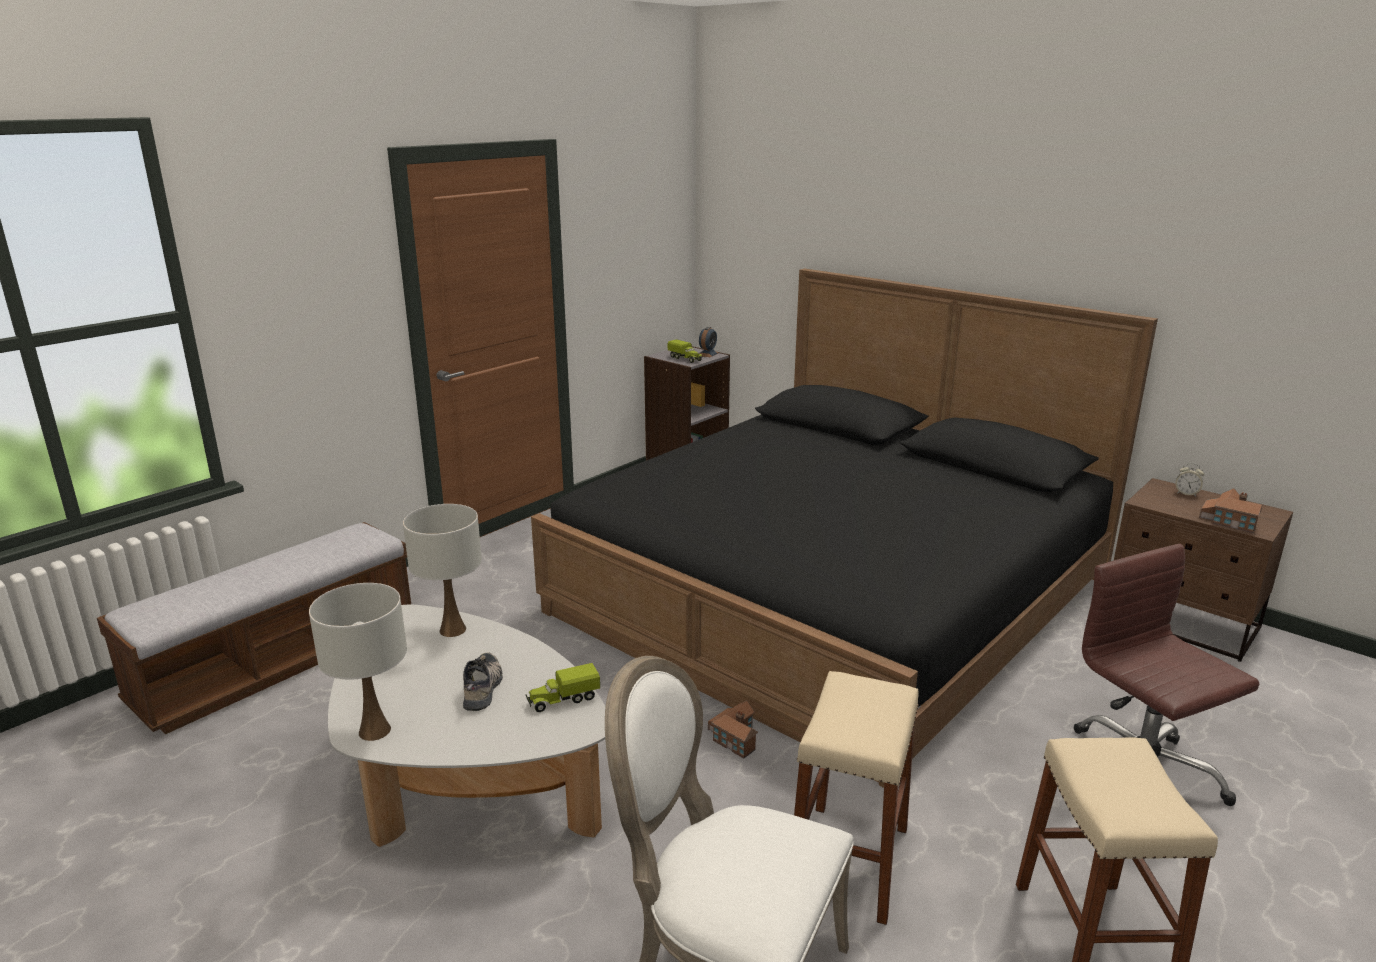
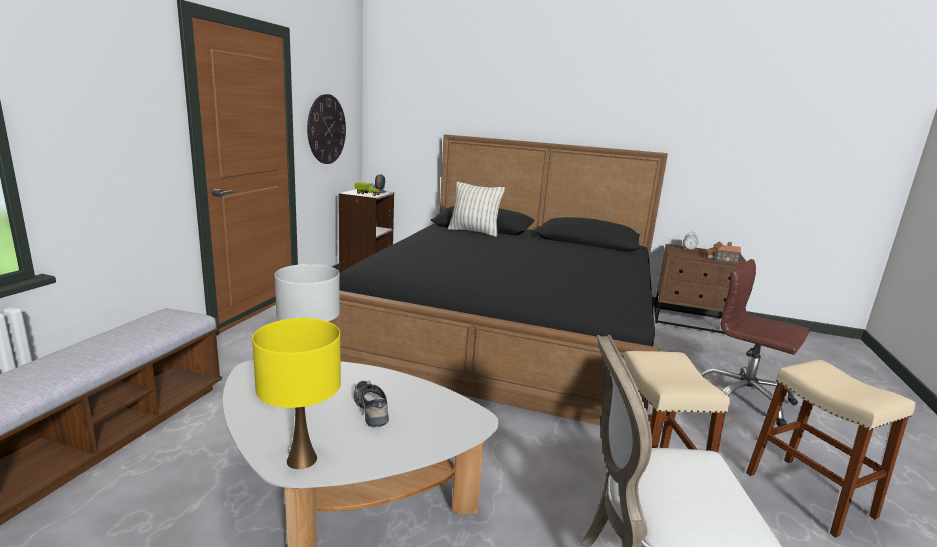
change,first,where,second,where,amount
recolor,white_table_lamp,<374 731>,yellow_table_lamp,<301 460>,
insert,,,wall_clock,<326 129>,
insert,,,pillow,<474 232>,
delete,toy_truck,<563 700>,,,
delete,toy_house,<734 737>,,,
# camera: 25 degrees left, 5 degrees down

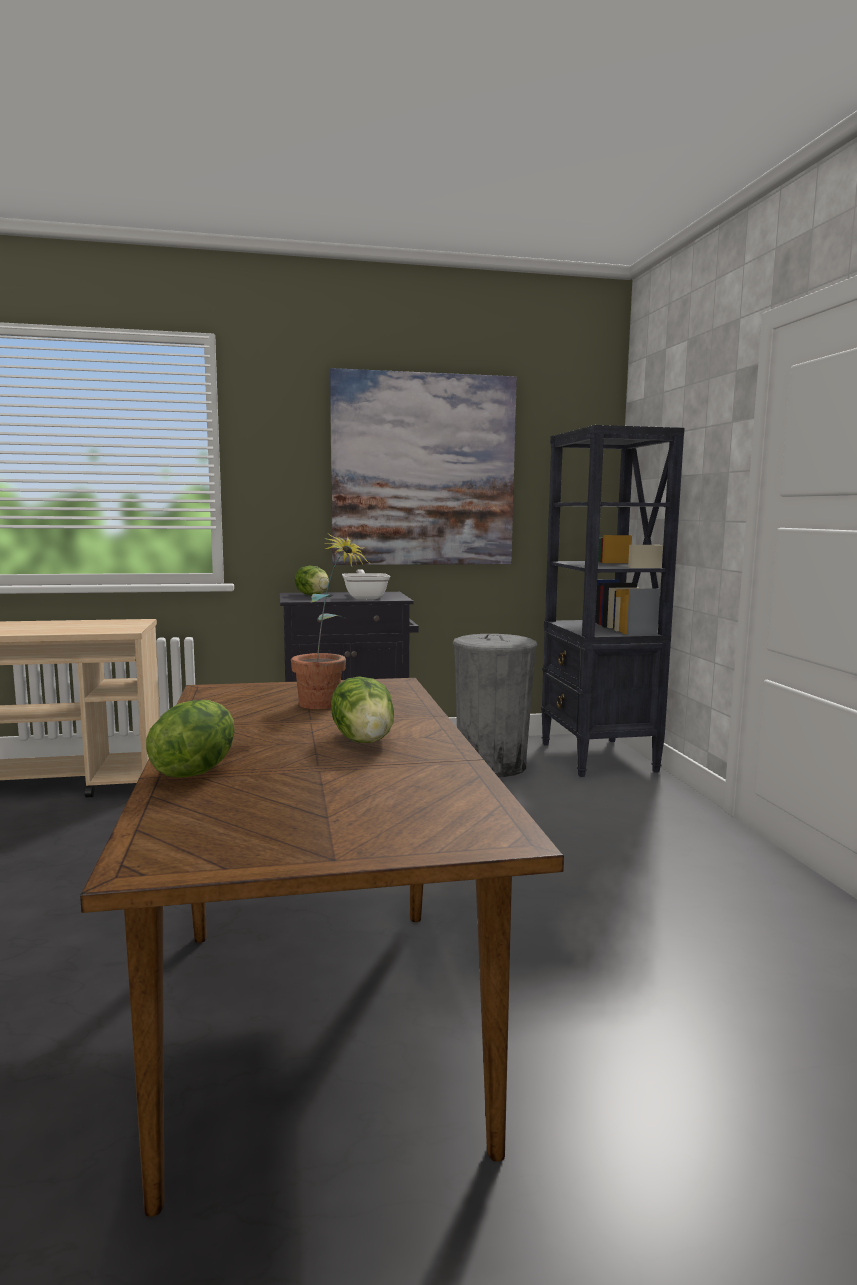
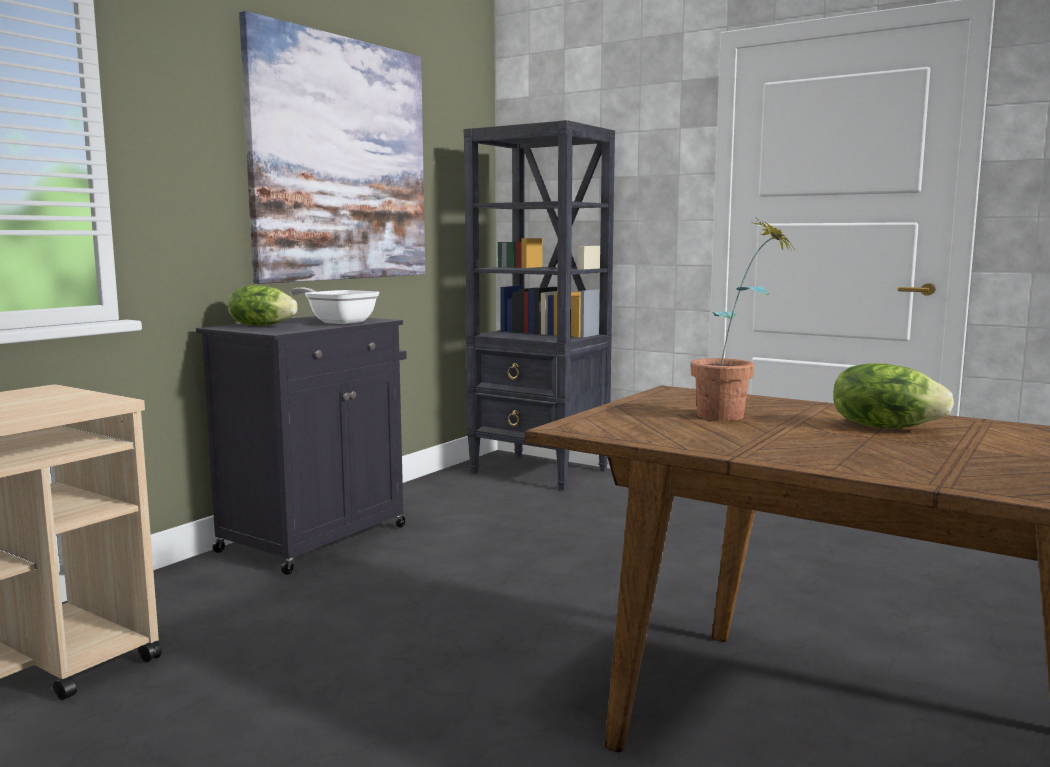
change,first,where,second,where,amount
delete,lettuce,<195 769>,,,
delete,grey_trash_can,<491 765>,,,
# camera: 45 degrees left, 0 degrees up

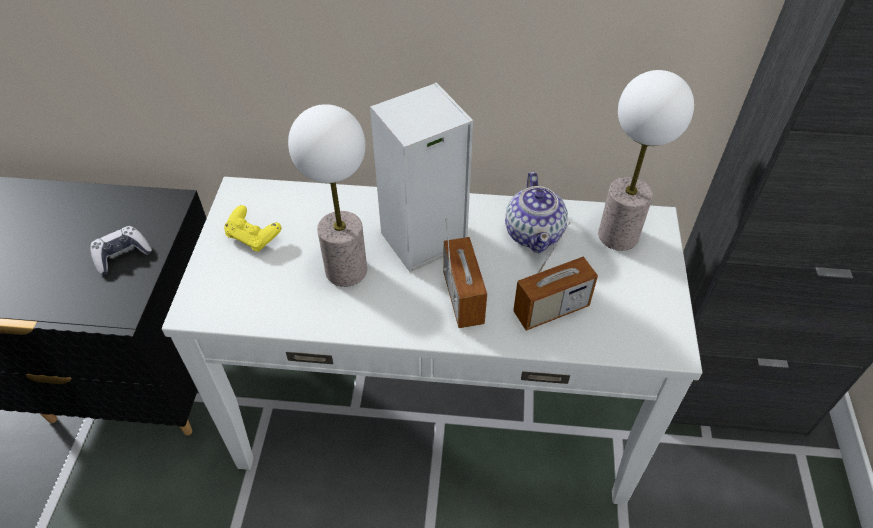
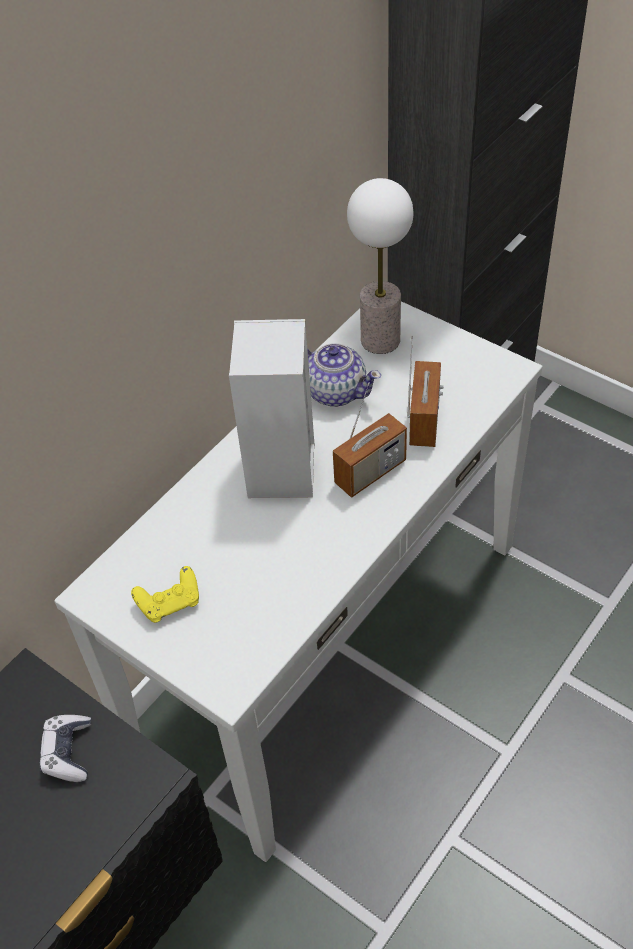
change,first,where,second,where,amount
rotate,radio,<463 298>,,<370 472>,120 degrees clockwise
delete,table_lamp,<345 270>,,,
# camera: 55 degrees left, 0 degrees up

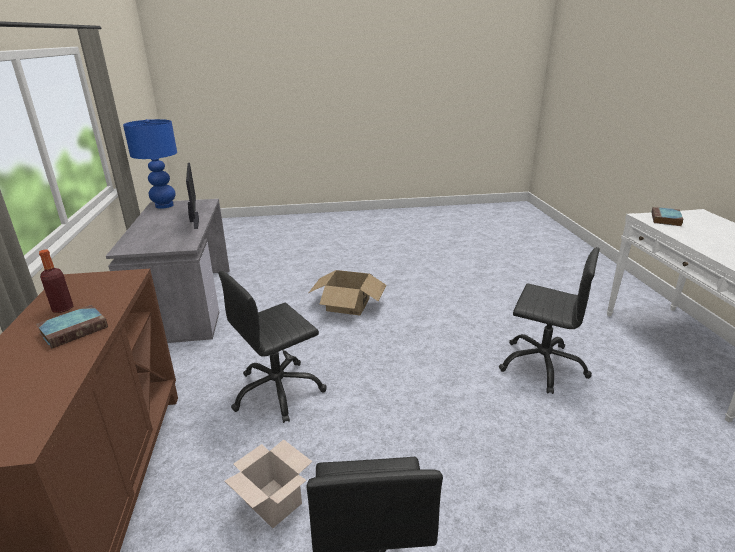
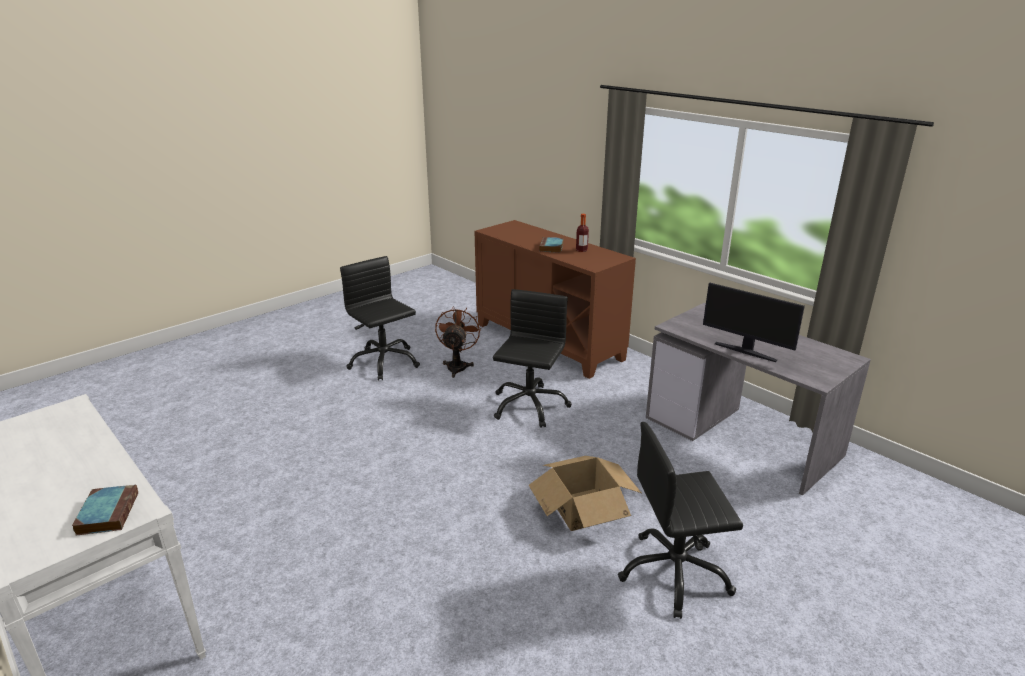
change,first,where,second,where,amount
replace,cardboard_box,<275 503>,brown_fan,<457 366>,
move,black_office_chair,<542 365>,,<675 574>,
delete,blue_table_lamp,<164 205>,,,
# camera: 145 degrees right, 0 degrees up

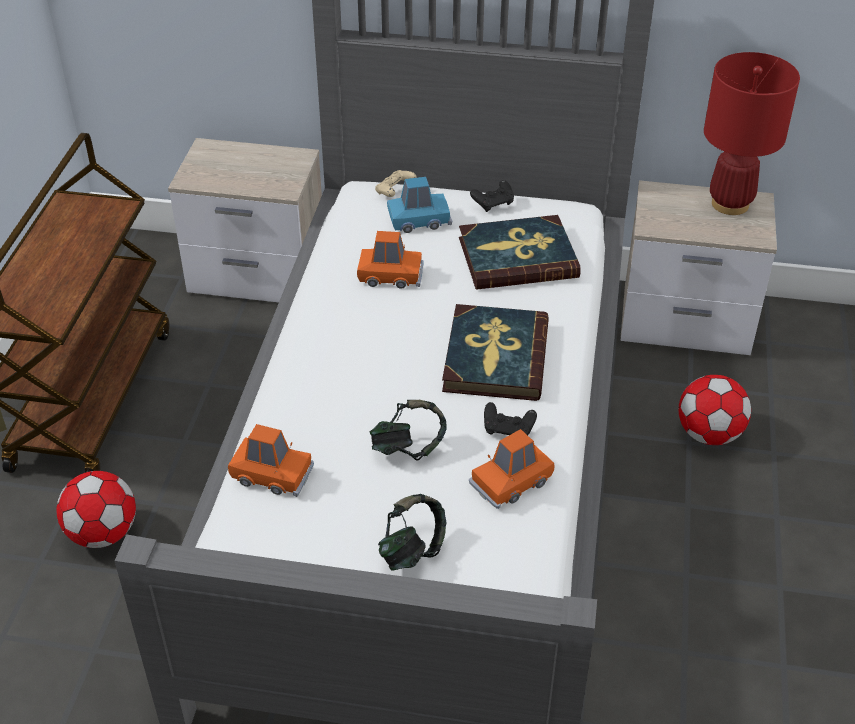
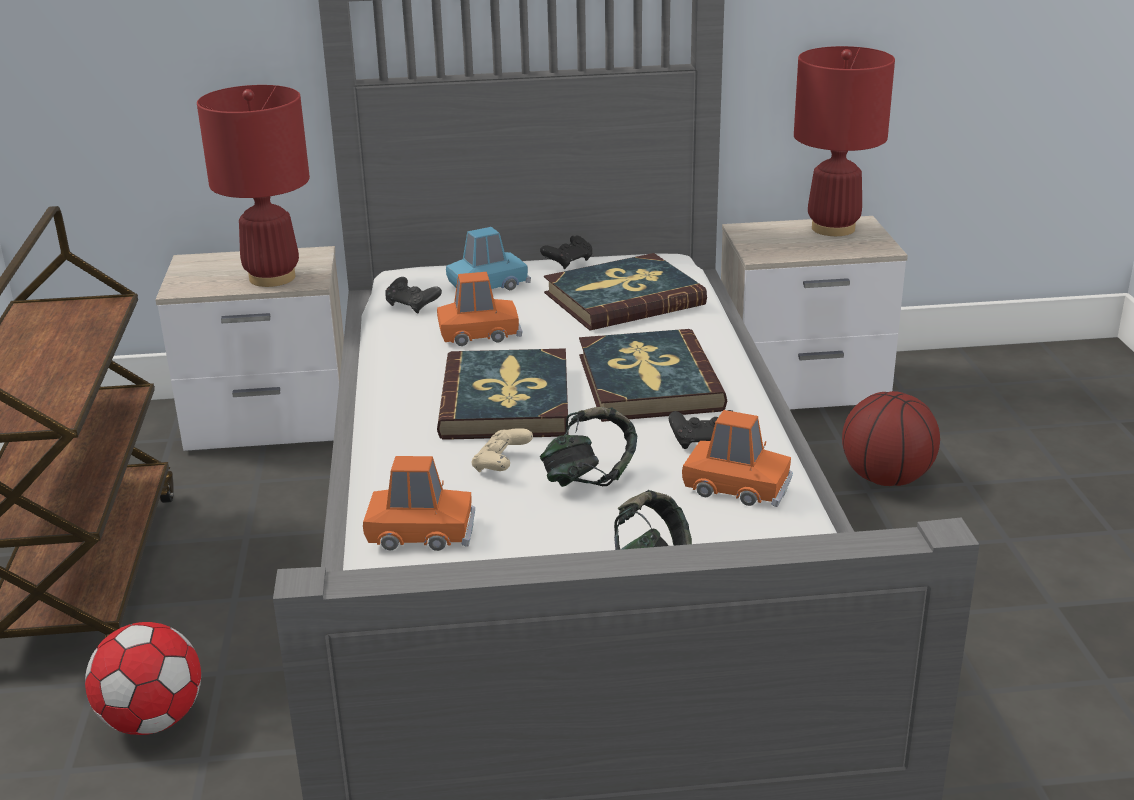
change,first,where,second,where,amount
insert,,,red_table_lamp,<272 278>,
insert,,,black_game_controller,<412 305>,
insert,,,book,<507 401>,
move,beige_game_controller,<394 191>,,<501 464>,
rotate,orange_toy_car,<511 482>,,<737 487>,105 degrees counterclockwise
replace,football,<709 434>,basketball,<886 479>,
# camera: 15 degrees left, 15 degrees down

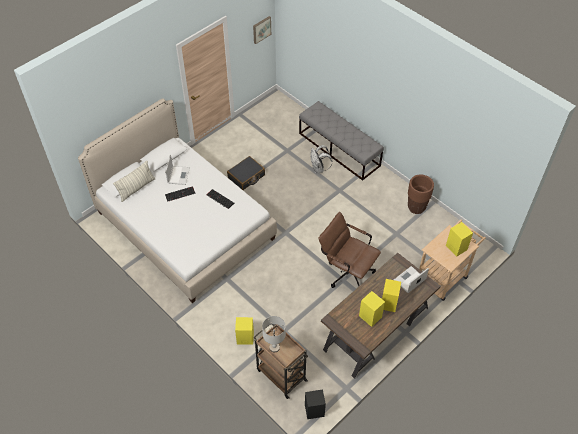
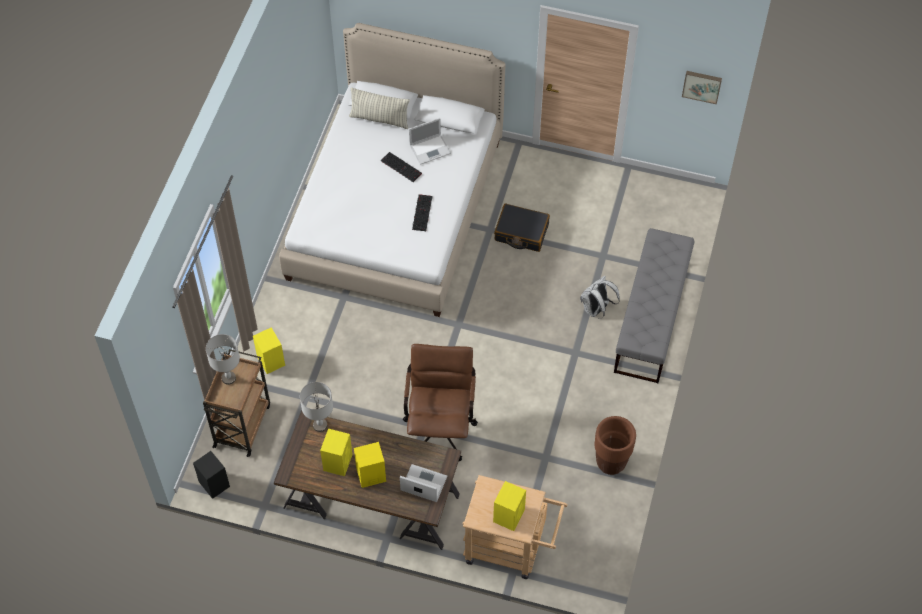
change,first,where,second,where,amount
insert,,,grey_table_lamp,<320 425>,
# camera: 60 degrees right, 5 degrees up

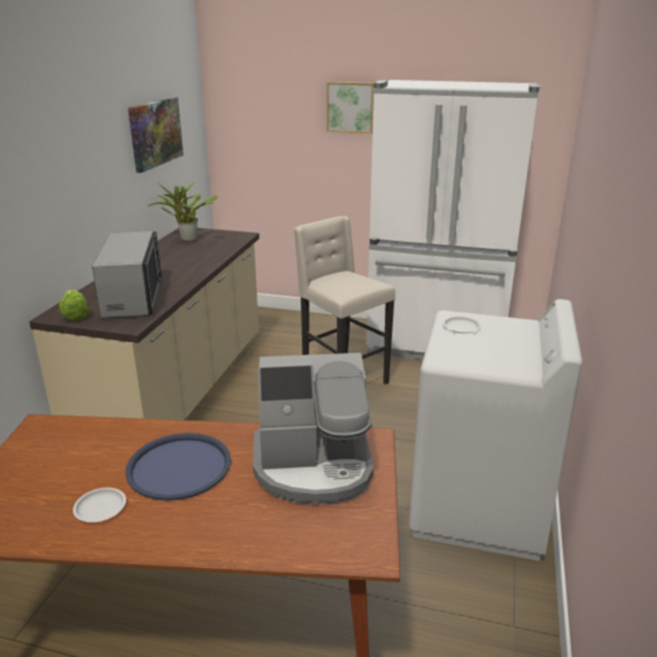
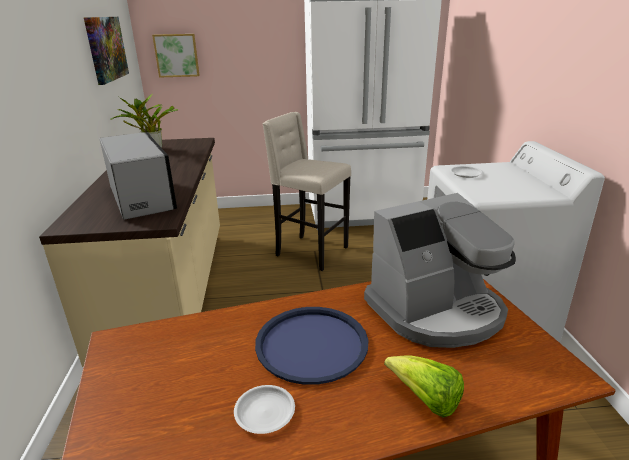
change,first,where,second,where,amount
move,picture,<351 107>,,<177 55>,
move,lettuce,<75 315>,,<425 400>,
# camera: 20 degrees left, 0 degrees up

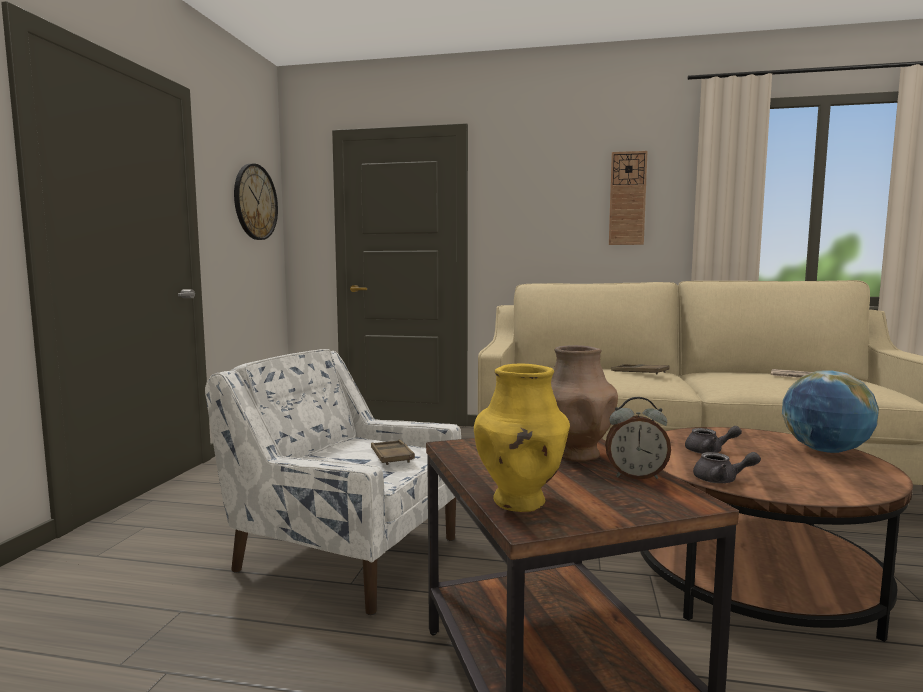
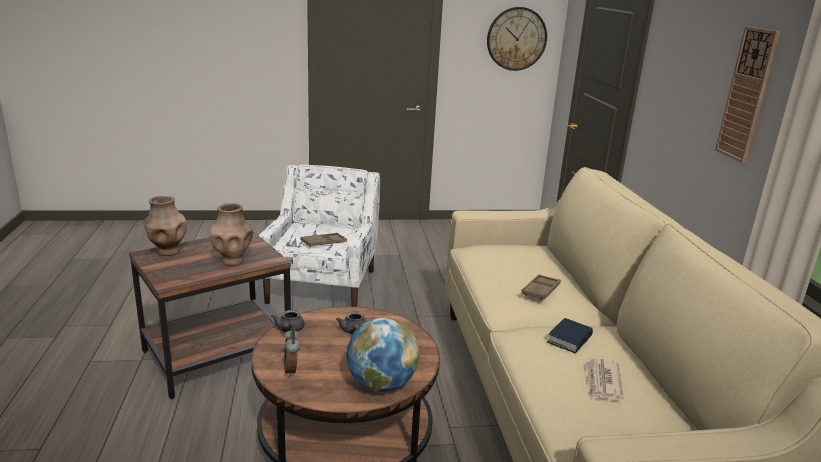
change,first,where,second,where,amount
recolor,yellow_vase,<520 502>,brown_vase,<167 252>,
move,alarm_clock,<635 476>,,<292 370>,
insert,,,book,<569 340>,
# camera: 70 degrees right, 15 degrees up

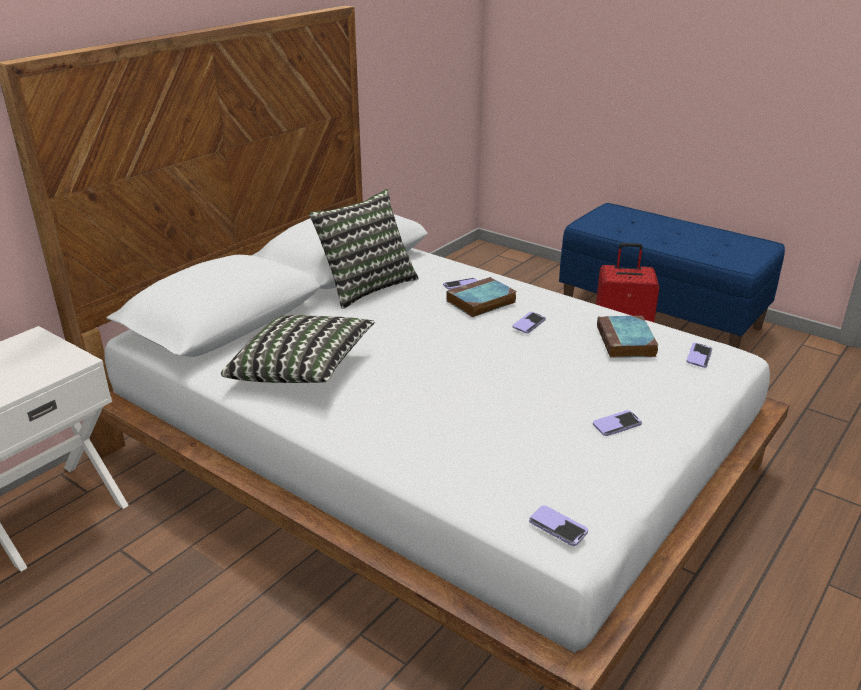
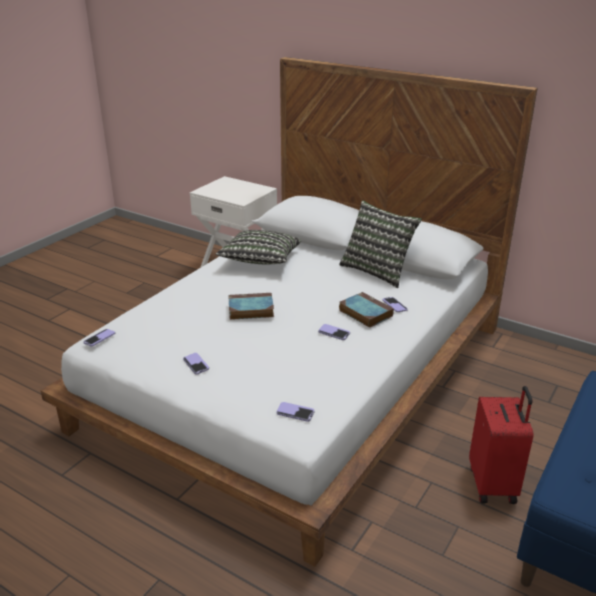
change,first,where,second,where,amount
move,book,<626 342>,,<250 310>,
# camera: 85 degrees right, 0 degrees up

